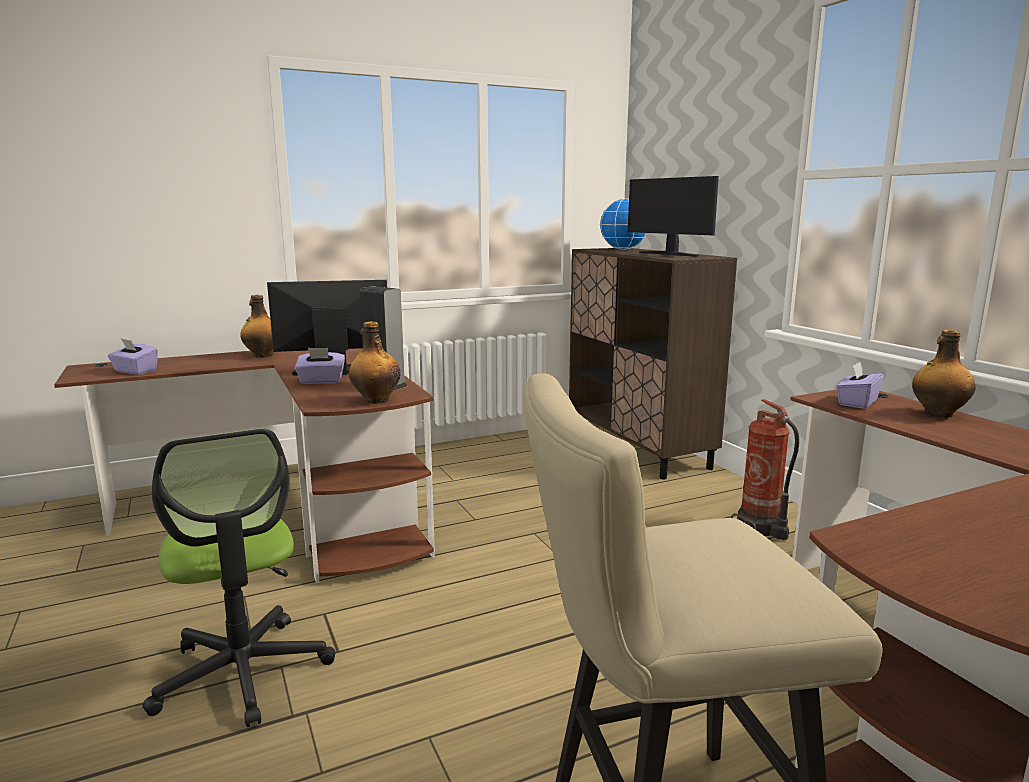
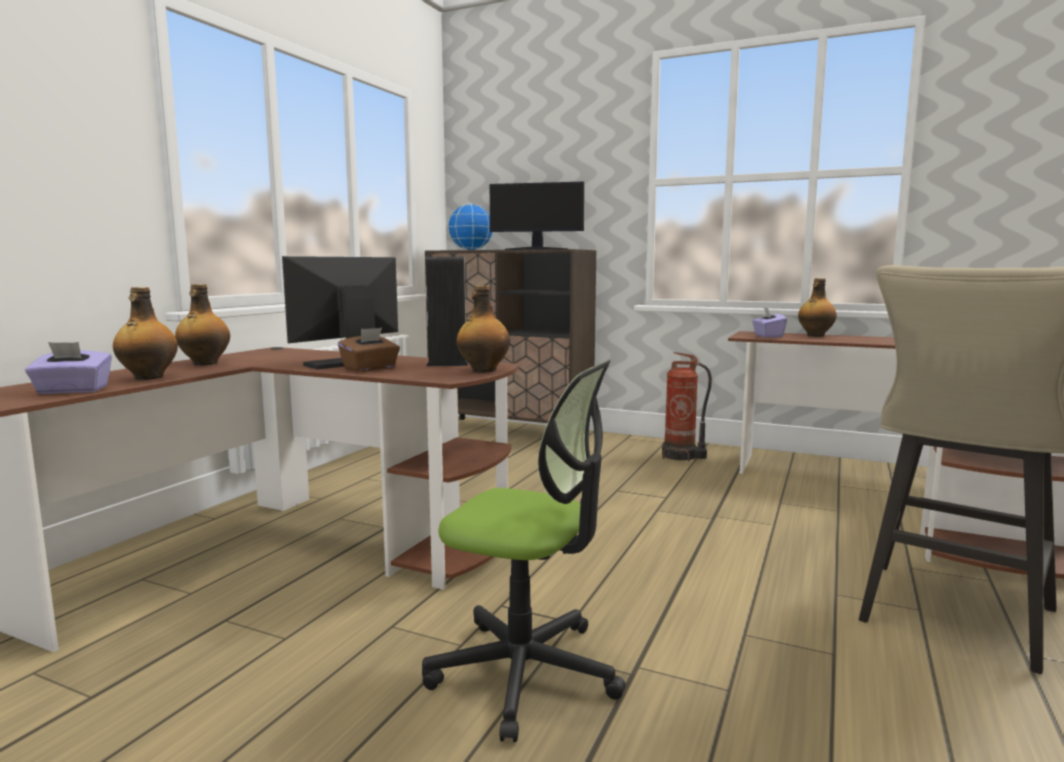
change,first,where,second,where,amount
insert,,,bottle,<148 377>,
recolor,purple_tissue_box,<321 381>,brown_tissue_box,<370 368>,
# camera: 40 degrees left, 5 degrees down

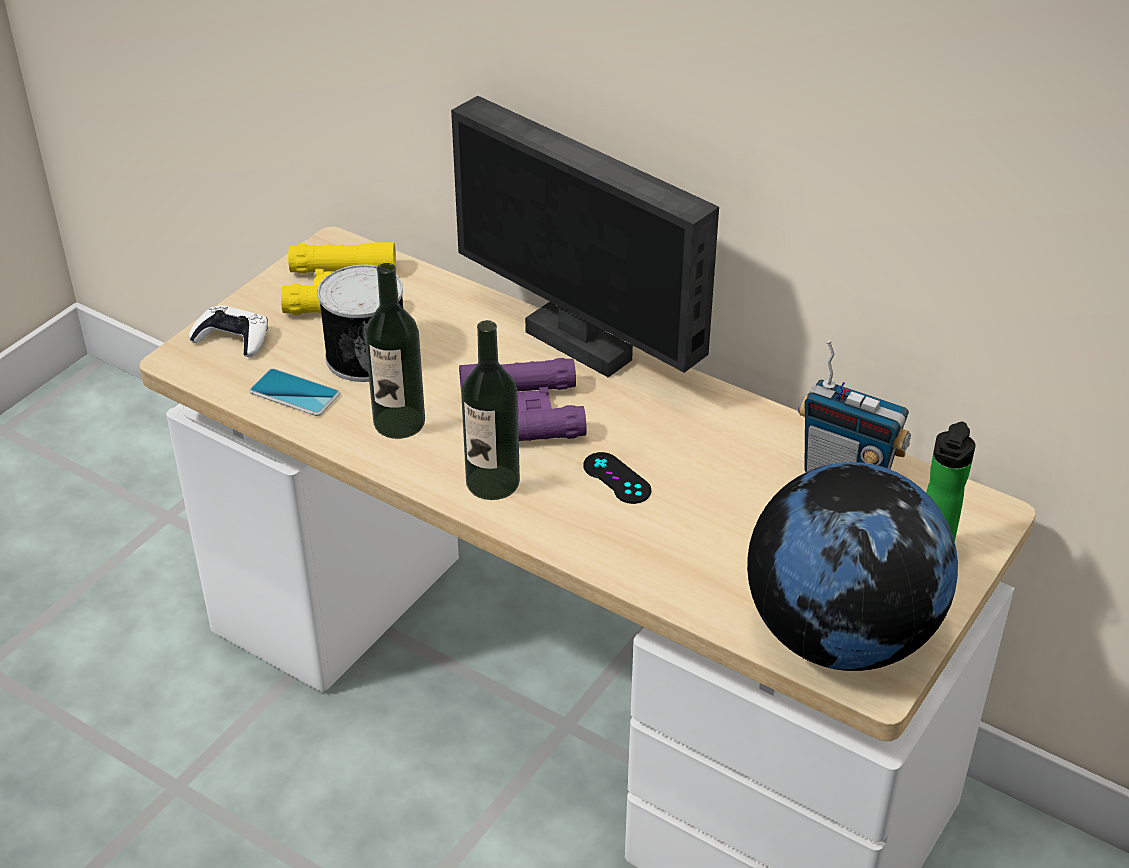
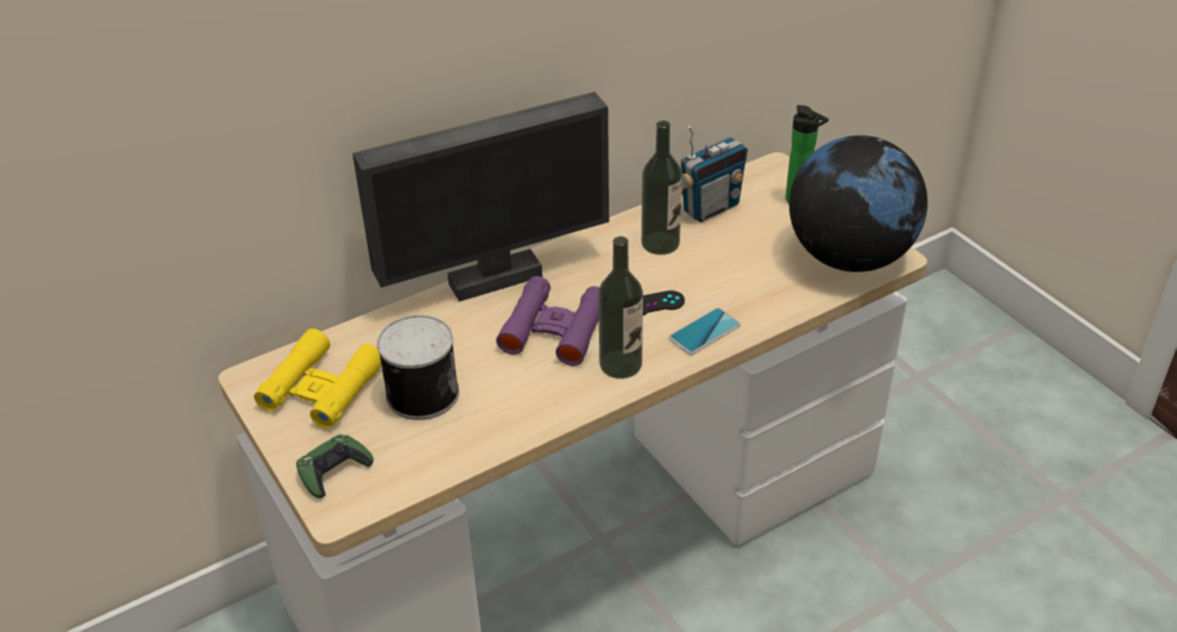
change,first,where,second,where,amount
recolor,white_game_controller,<232 338>,green_game_controller,<334 471>,
move,bottle,<399 422>,,<660 243>,
move,phone,<294 393>,,<704 332>,
# camera: 65 degrees left, 0 degrees up

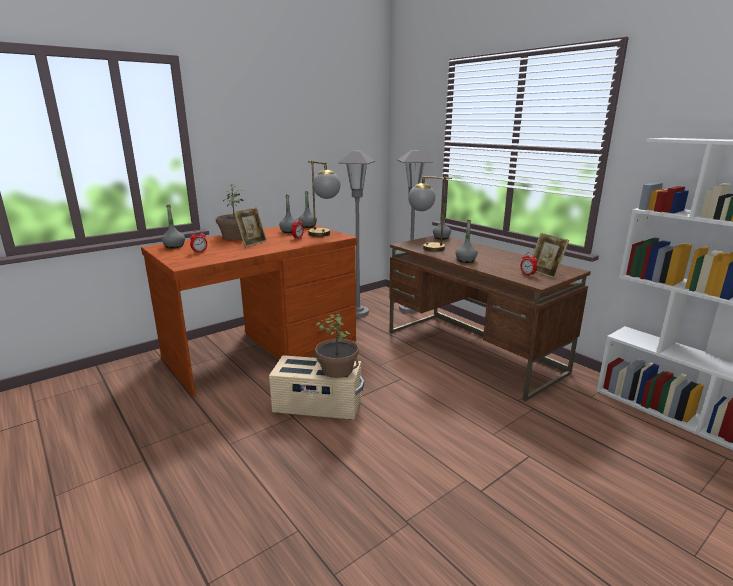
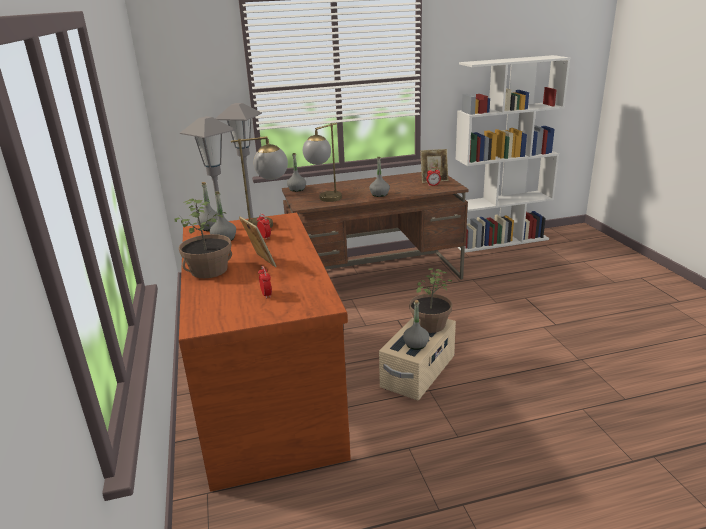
change,first,where,second,where,amount
move,grey_bottle,<174 246>,,<416 344>,
# camera: 65 degrees left, 5 degrees up

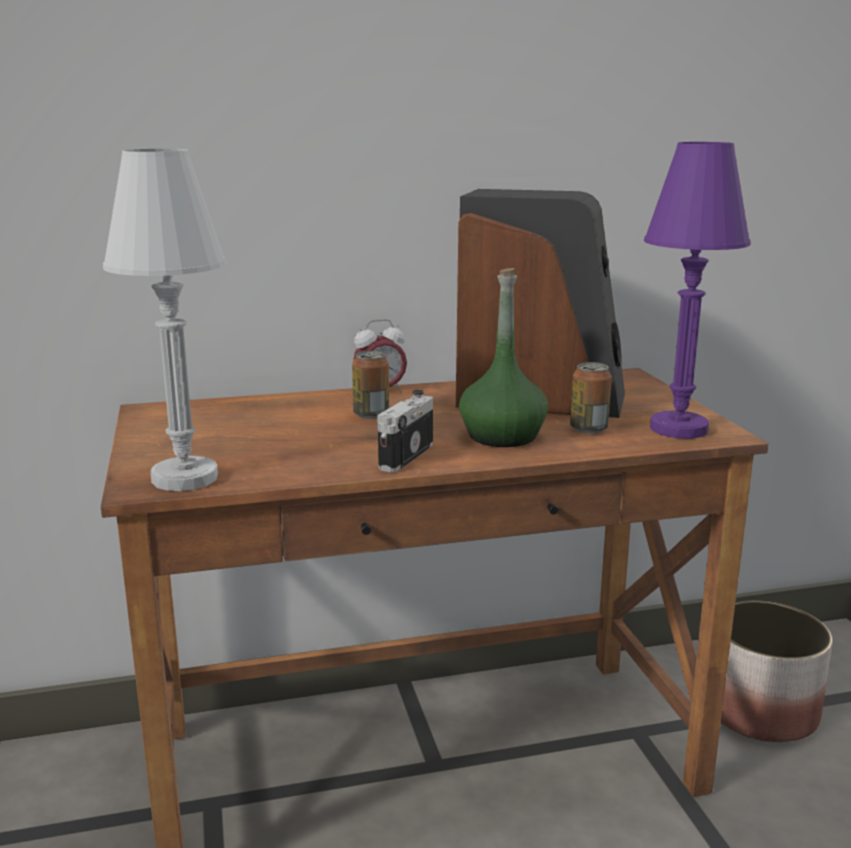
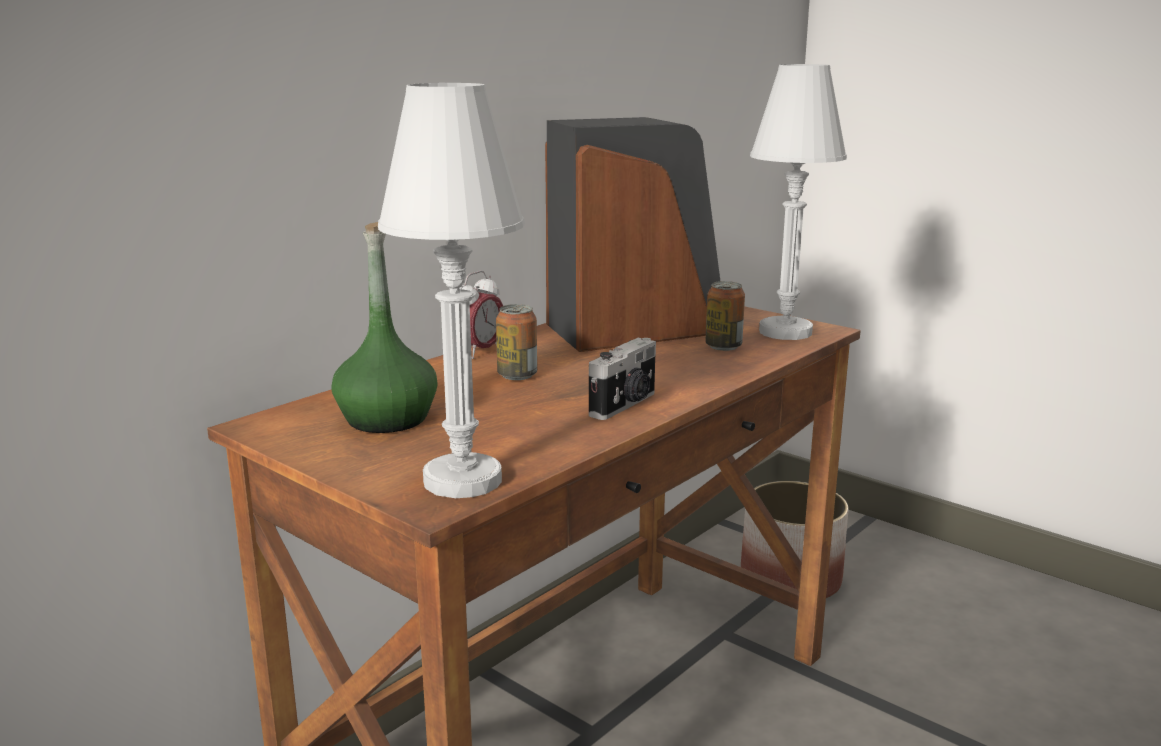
change,first,where,second,where,amount
move,green_bottle,<502 436>,,<387 419>,
rotate,photo_camera,<403 456>,,<625 405>,135 degrees counterclockwise
recolor,purple_table_lamp,<678 429>,white_table_lamp,<785 332>,
# camera: 35 degrees left, 0 degrees up

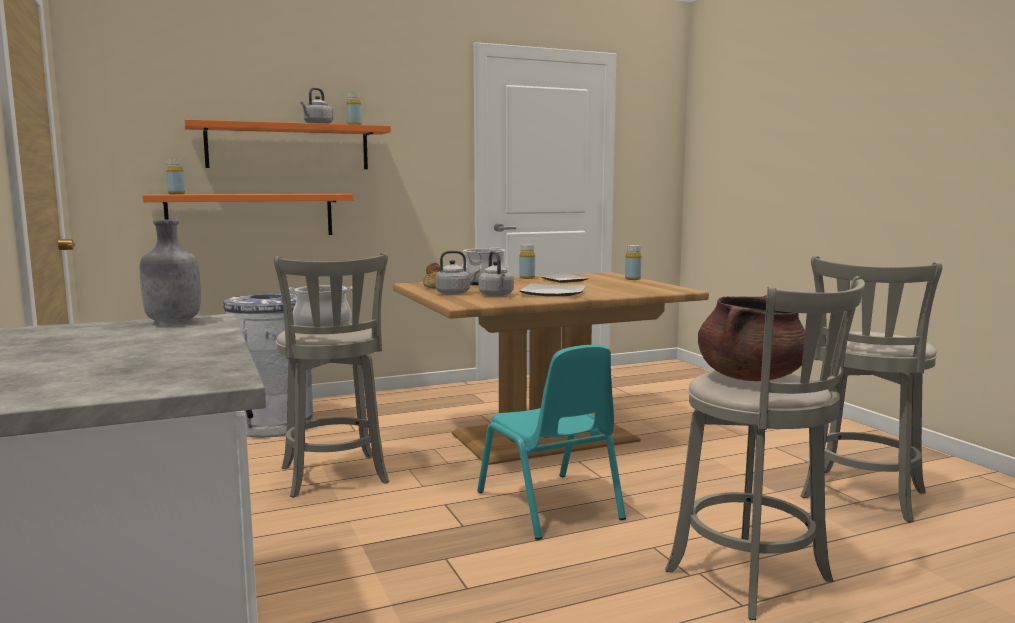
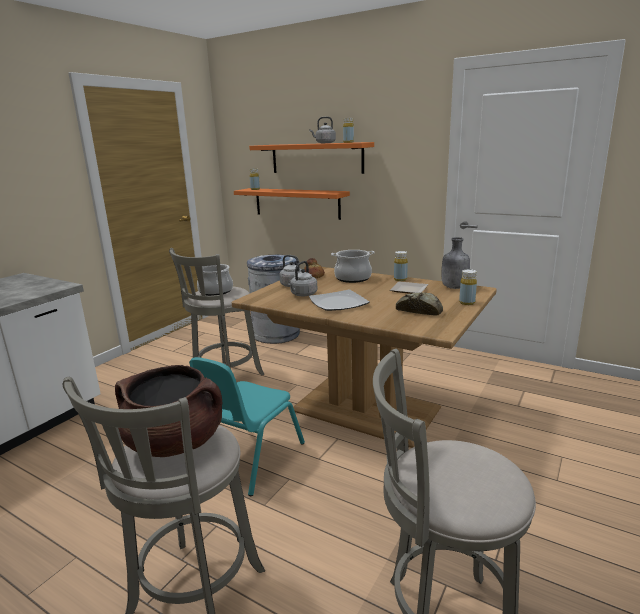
change,first,where,second,where,amount
insert,,,bread,<419 310>,
move,grey_bottle,<172 322>,,<453 287>,
# camera: 55 degrees right, 10 degrees up

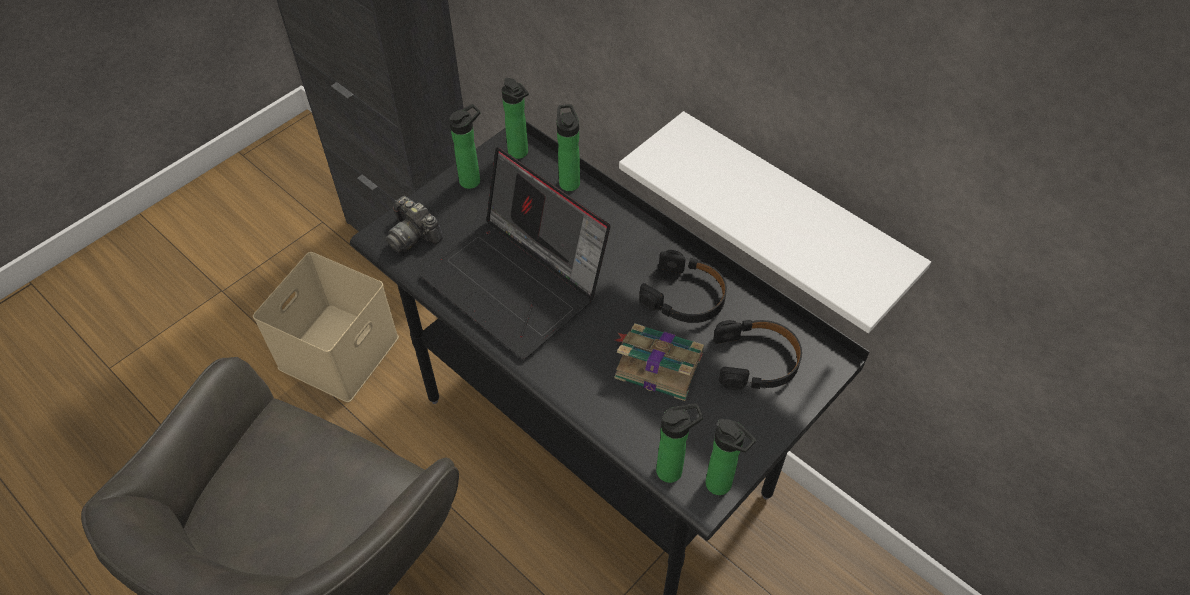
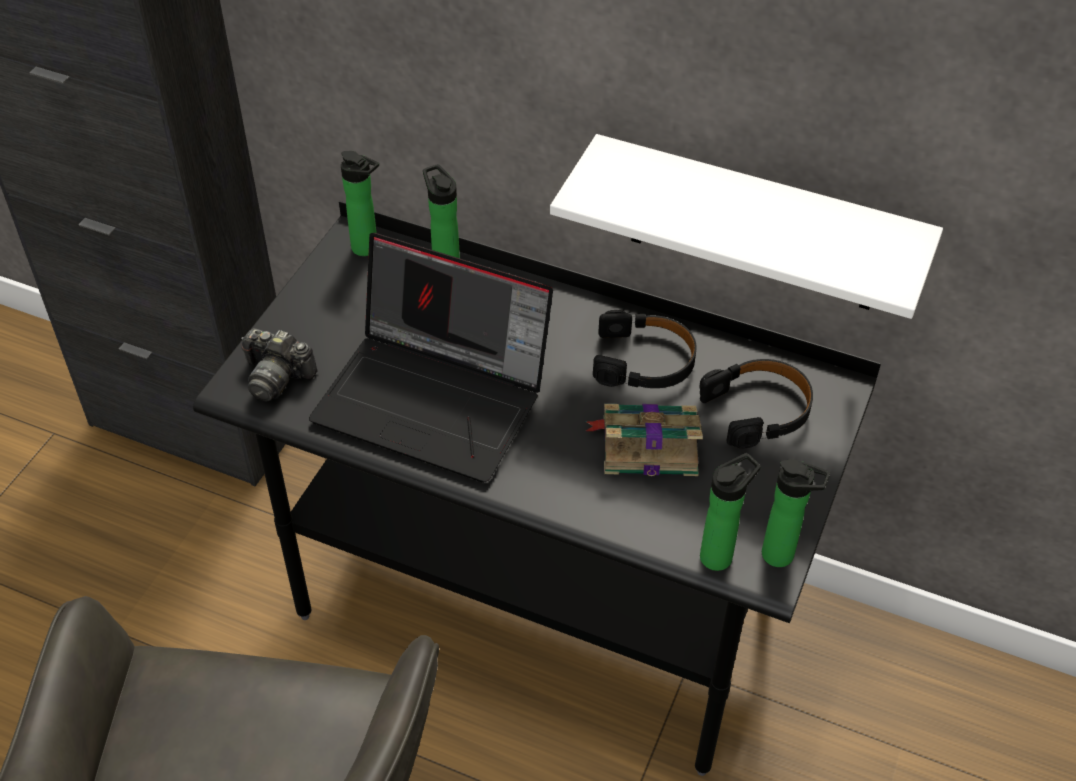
change,first,where,second,where,amount
delete,beige_storage_box,<339 354>,,,
delete,bottle,<473 180>,,,
# camera: 20 degrees left, 5 degrees down

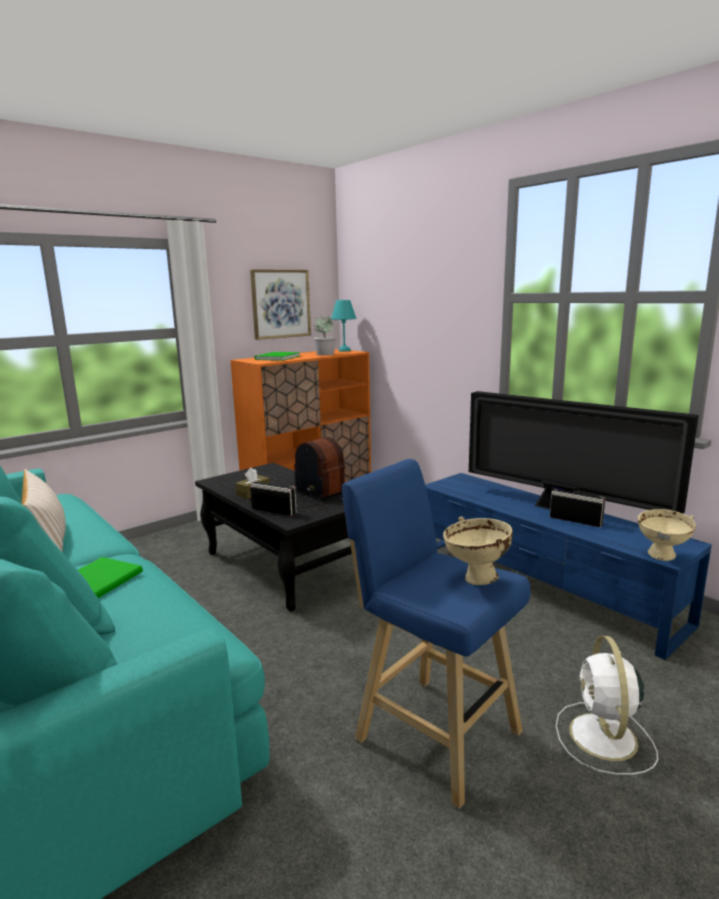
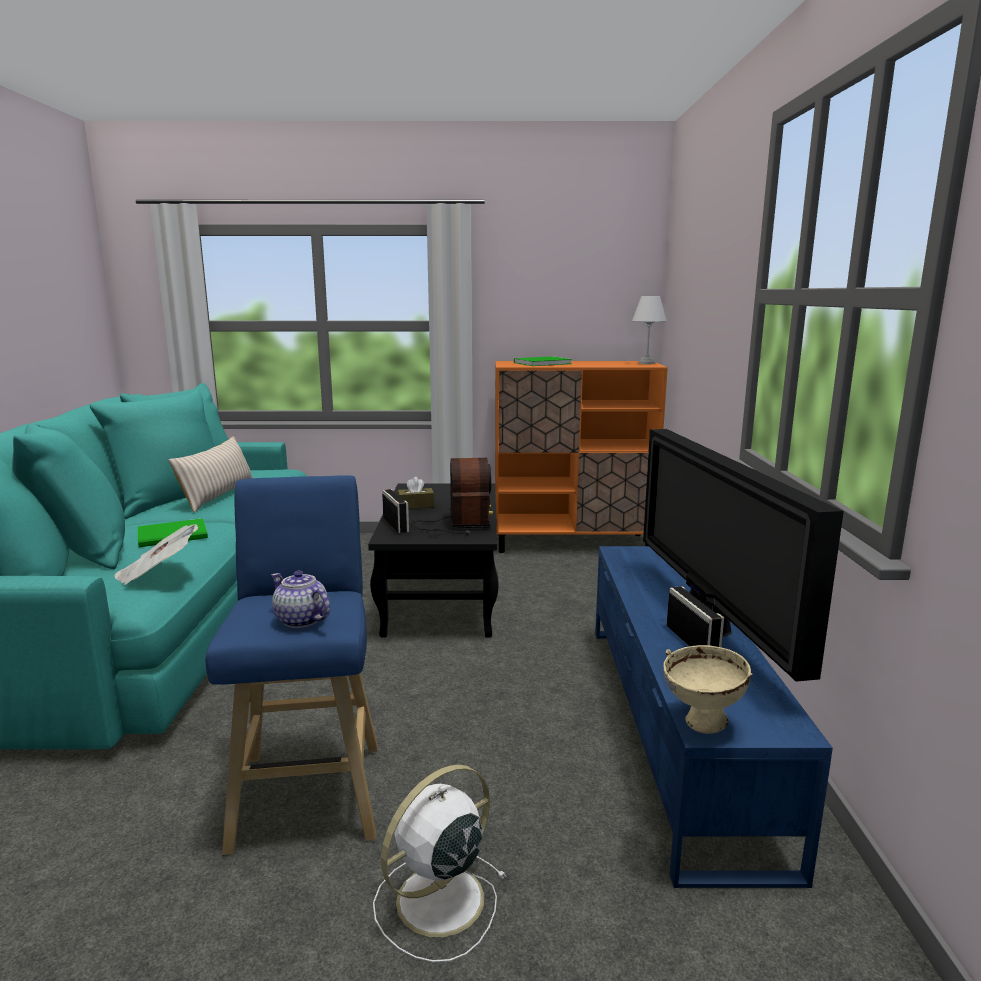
change,first,where,second,where,amount
insert,,,newspaper,<157 575>,
replace,beige_bowl,<476 579>,teapot,<300 620>,
recolor,turquoise_table_lamp,<344 350>,white_table_lamp,<646 363>,
delete,picture,<281 304>,,,
delete,potted_plant,<325 354>,,,
# camera: 40 degrees right, 0 degrees up

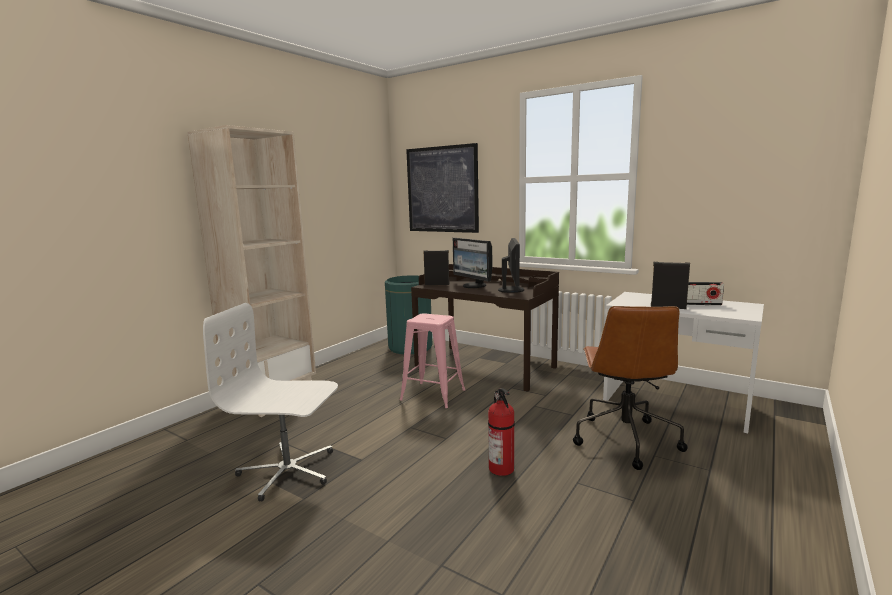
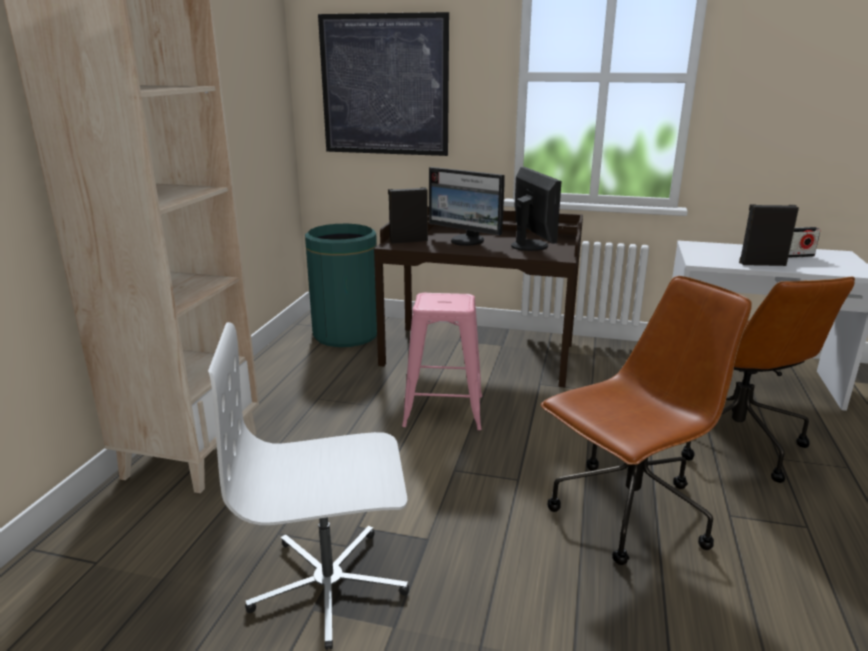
change,first,where,second,where,amount
replace,fire_extinguisher,<502 469>,brown_office_chair,<627 514>,
# camera: 20 degrees left, 10 degrees up

